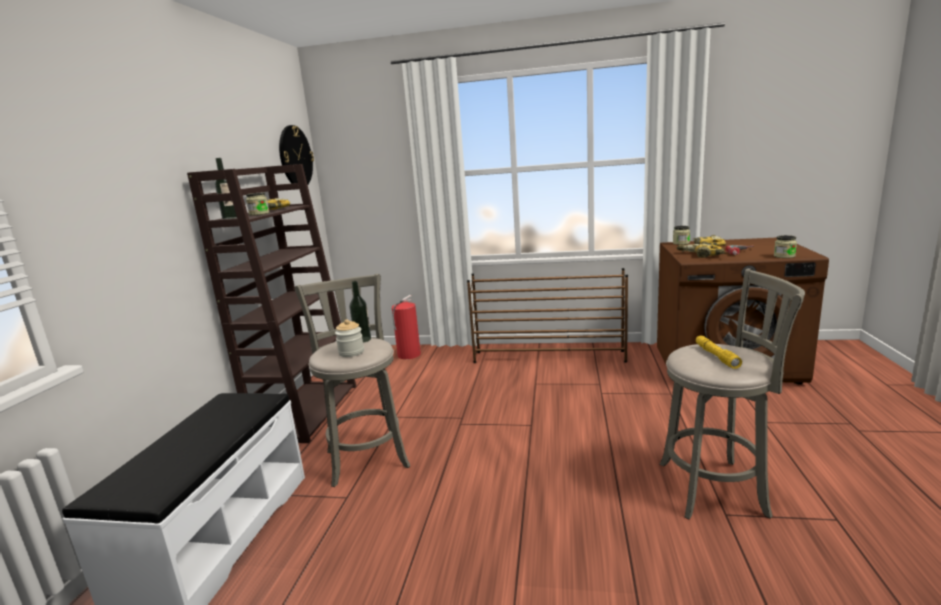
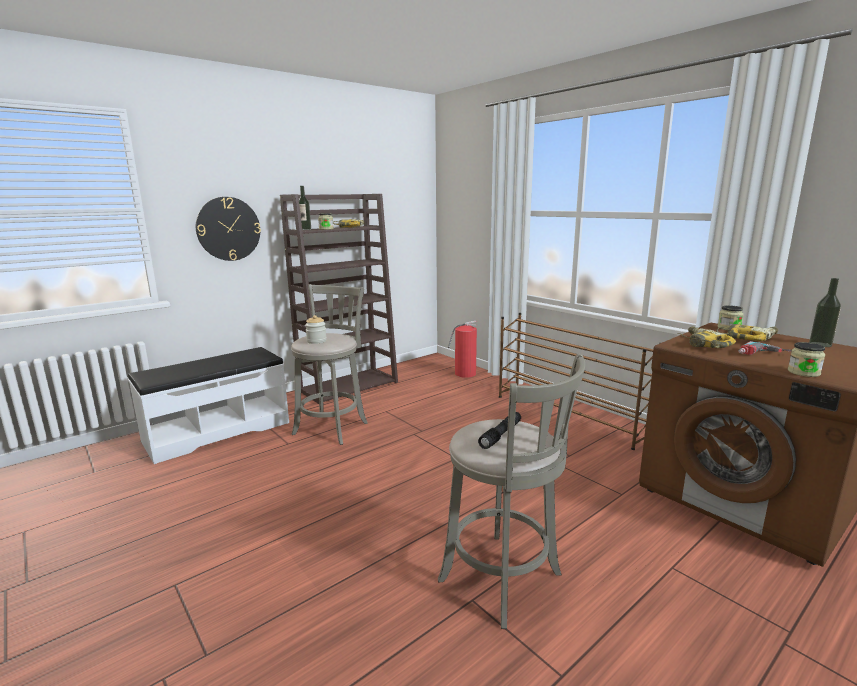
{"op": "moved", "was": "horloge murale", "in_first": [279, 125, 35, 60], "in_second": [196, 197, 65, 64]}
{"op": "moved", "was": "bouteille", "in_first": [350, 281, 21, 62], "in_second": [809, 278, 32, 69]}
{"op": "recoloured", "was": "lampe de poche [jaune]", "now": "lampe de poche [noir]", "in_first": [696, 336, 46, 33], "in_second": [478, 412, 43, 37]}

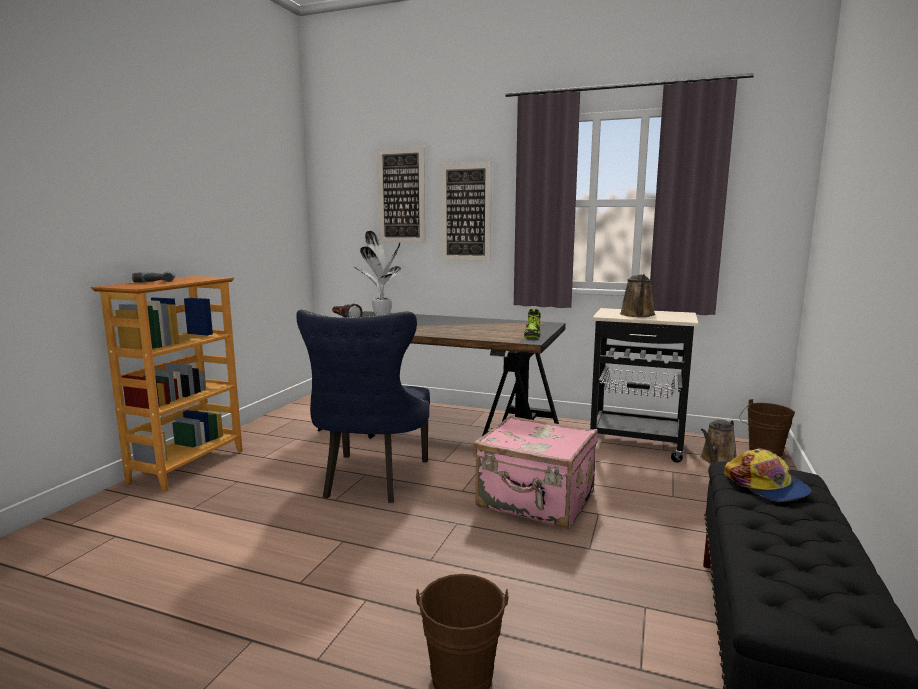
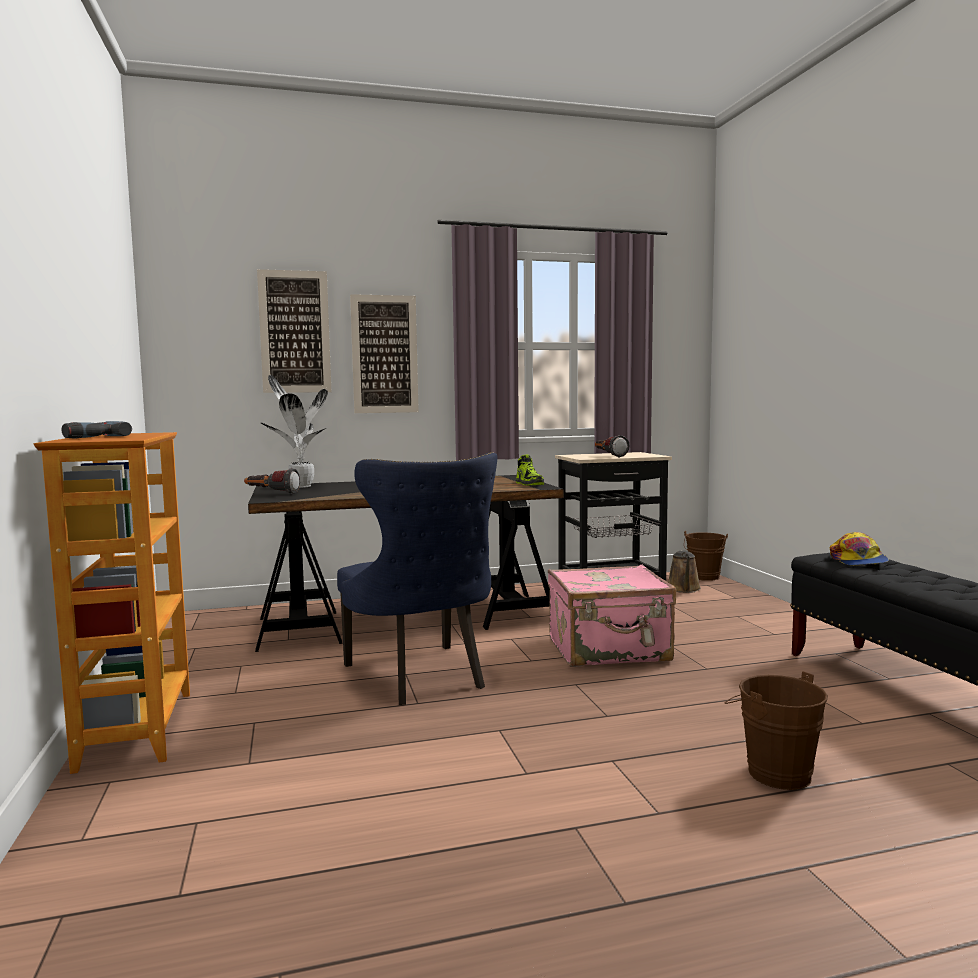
{"op": "replaced", "was": "arrosoir [marron]", "now": "lampe de poche", "in_first": [620, 274, 36, 43], "in_second": [595, 435, 34, 22]}
{"op": "turned", "was": "casquette", "in_first": [724, 449, 87, 53], "in_second": [829, 532, 60, 34], "clockwise": 60}

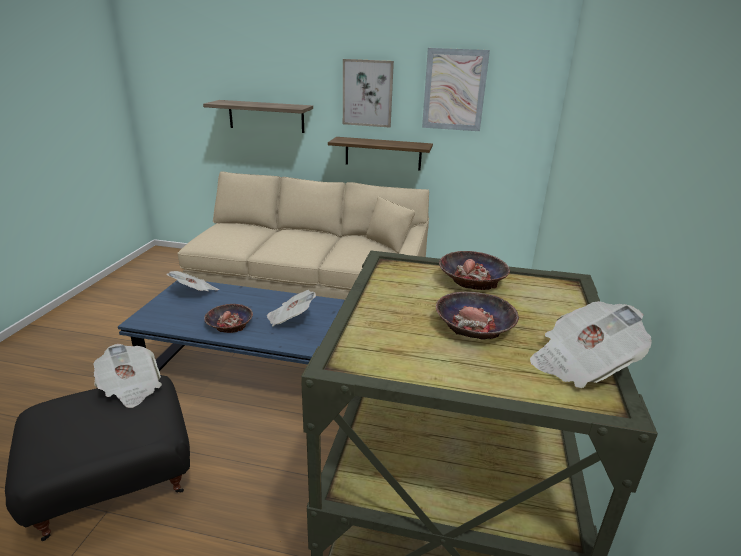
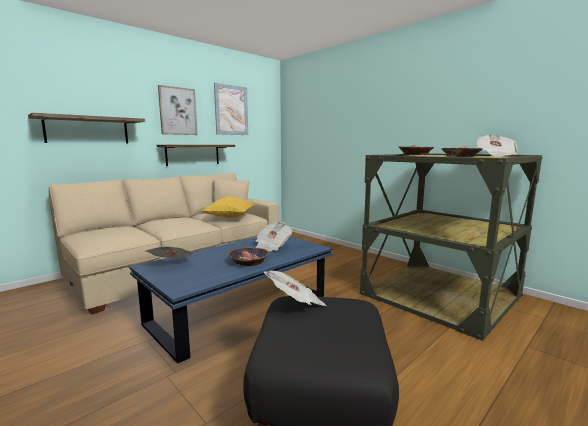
{"op": "added", "now": "coussin [jaune]", "in_second": [203, 197, 51, 21]}

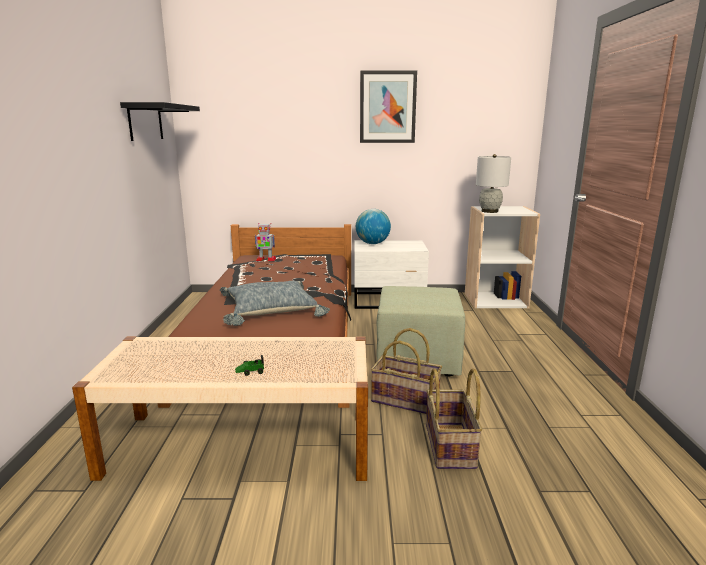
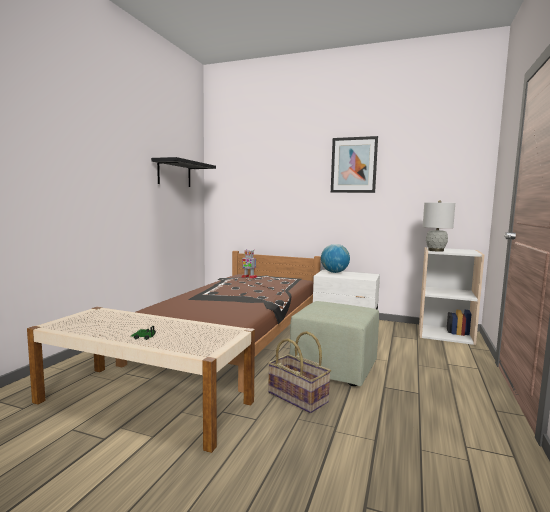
{"op": "removed", "was": "coussin", "in_first": [220, 281, 110, 45]}
{"op": "removed", "was": "panier", "in_first": [426, 368, 56, 101]}

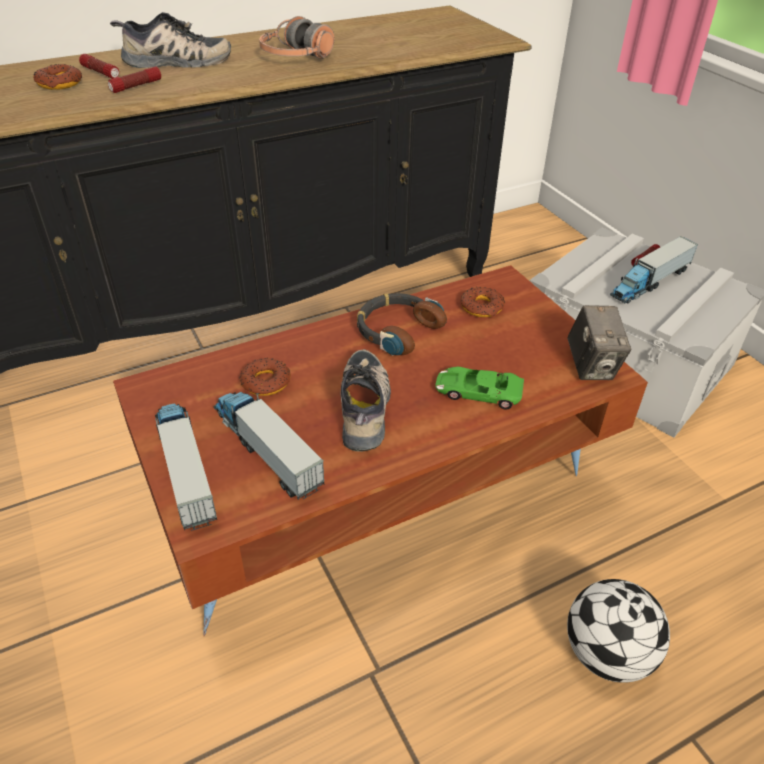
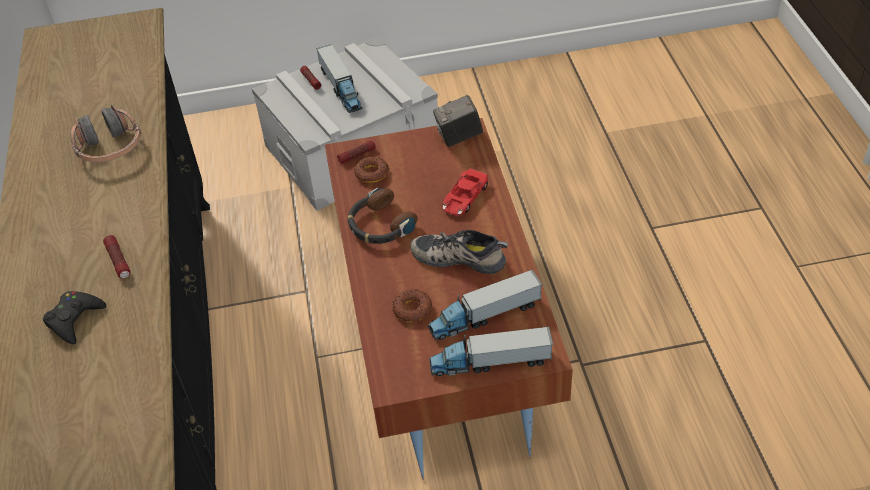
{"op": "removed", "was": "chaussure", "in_first": [110, 12, 121, 56]}
{"op": "moved", "was": "lampe de poche", "in_first": [79, 54, 40, 25], "in_second": [337, 140, 39, 24]}
{"op": "replaced", "was": "beignet", "now": "manette [noir]", "in_first": [33, 64, 49, 26], "in_second": [43, 291, 64, 53]}
{"op": "turned", "was": "appareil photo", "in_first": [567, 305, 64, 75], "in_second": [433, 95, 50, 52], "clockwise": 150}
{"op": "recoloured", "was": "petite voiture [vert]", "now": "petite voiture [rouge]", "in_first": [435, 367, 89, 43], "in_second": [443, 168, 45, 48]}
{"op": "removed", "was": "ballon de foot", "in_first": [567, 579, 103, 104]}

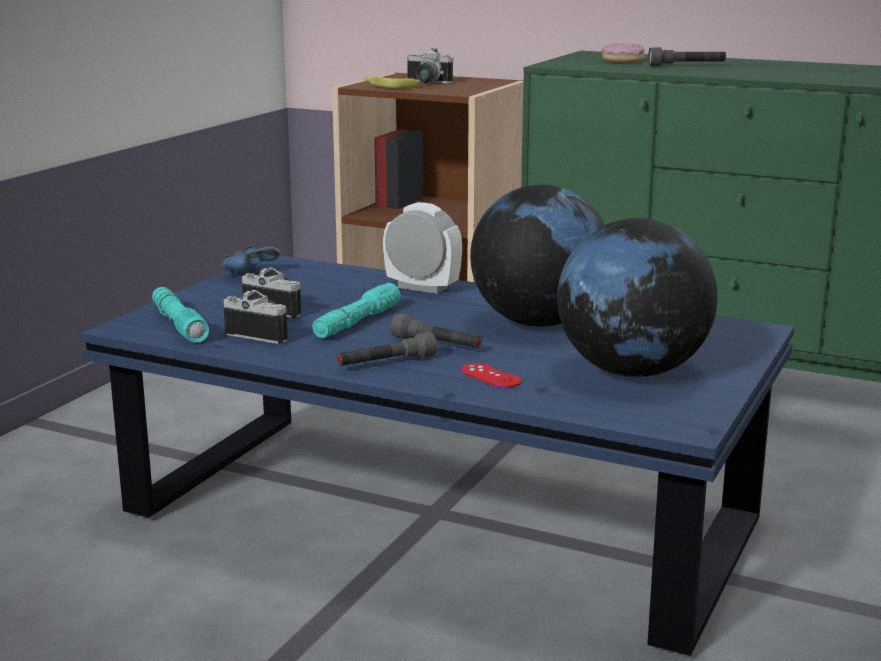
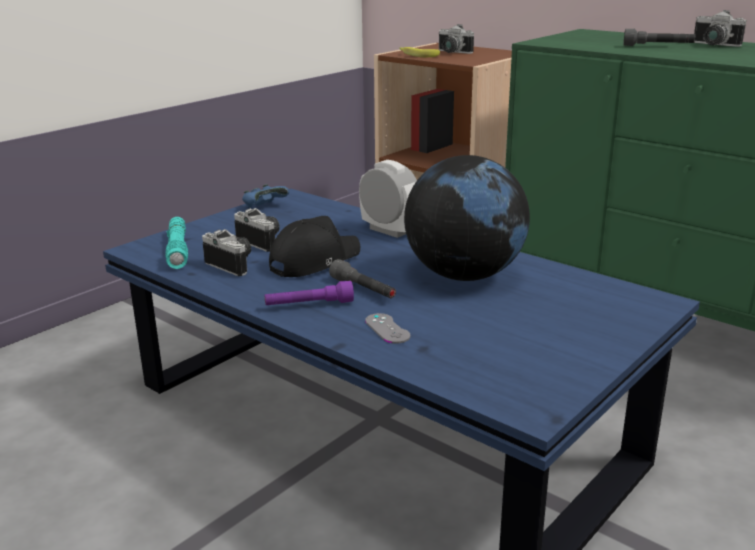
{"op": "removed", "was": "beignet", "in_first": [602, 43, 43, 20]}
{"op": "removed", "was": "globe", "in_first": [557, 218, 161, 159]}
{"op": "replaced", "was": "lampe de poche [turquoise]", "now": "casquette [noir]", "in_first": [312, 283, 88, 55], "in_second": [269, 216, 91, 61]}
{"op": "recoloured", "was": "lampe de poche [gris]", "now": "lampe de poche [violet]", "in_first": [337, 332, 100, 34], "in_second": [265, 281, 89, 24]}
{"op": "recoloured", "was": "manette [rouge]", "now": "manette [gris]", "in_first": [461, 363, 60, 25], "in_second": [365, 313, 45, 31]}
{"op": "added", "now": "appareil photo", "in_second": [694, 10, 52, 37]}

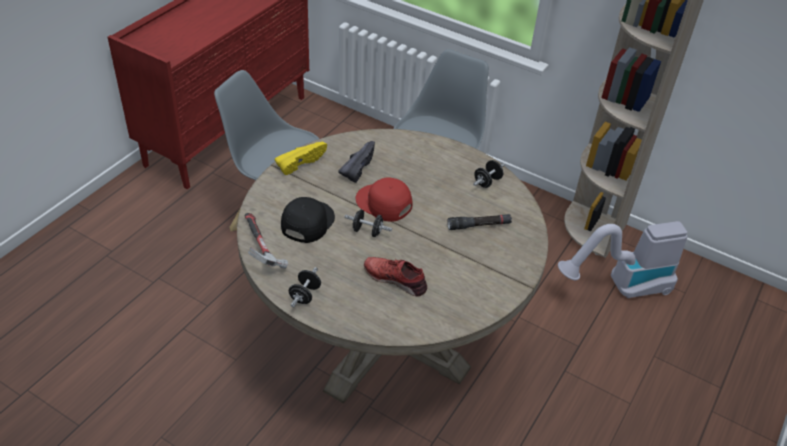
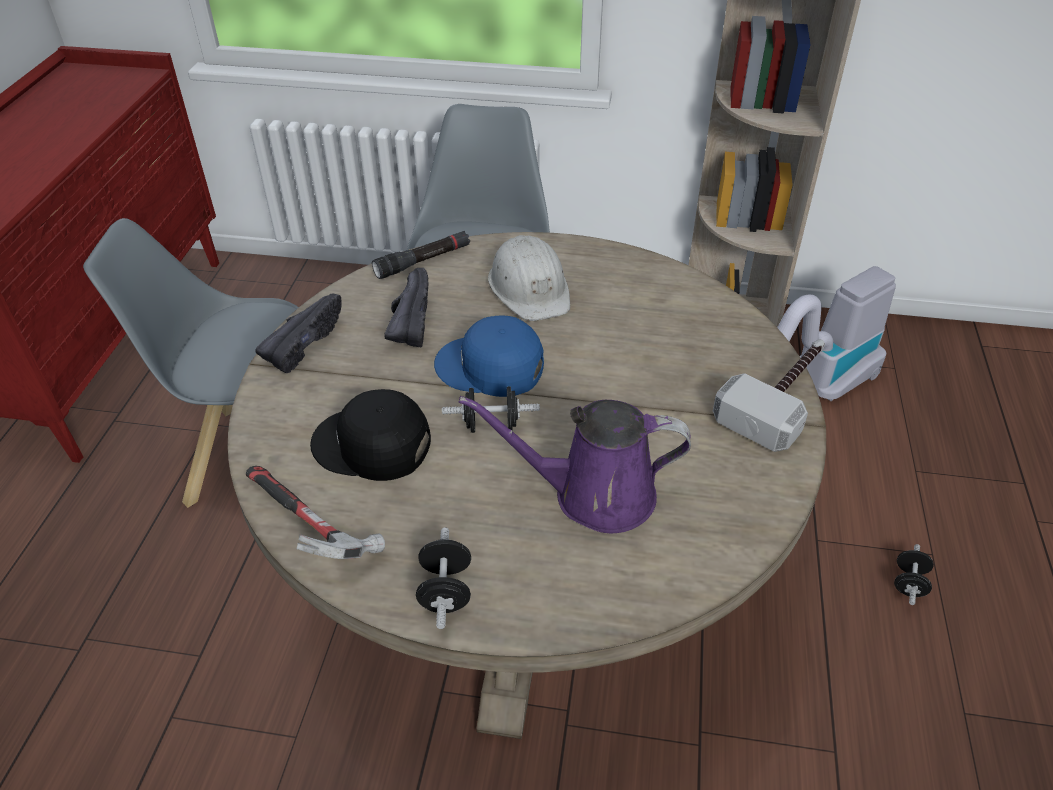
{"op": "recoloured", "was": "chaussure [jaune]", "now": "chaussure [noir]", "in_first": [275, 142, 52, 33], "in_second": [255, 294, 87, 79]}
{"op": "moved", "was": "haltère [noir]", "in_first": [473, 160, 32, 28], "in_second": [894, 544, 40, 61]}
{"op": "recoloured", "was": "casquette [rouge]", "now": "casquette [bleu]", "in_first": [356, 177, 56, 45], "in_second": [434, 316, 110, 81]}
{"op": "turned", "was": "casquette [noir]", "in_first": [281, 197, 54, 46], "in_second": [310, 389, 121, 92], "clockwise": -75}
{"op": "moved", "was": "lampe de poche [noir]", "in_first": [447, 214, 65, 16], "in_second": [372, 231, 98, 48]}
{"op": "replaced", "was": "chaussure [rouge]", "now": "arrosoir [violet]", "in_first": [364, 257, 63, 39], "in_second": [459, 396, 232, 137]}
{"op": "added", "now": "casque de chantier [blanc]", "in_second": [488, 235, 82, 86]}
{"op": "added", "now": "marteau", "in_second": [713, 339, 112, 113]}

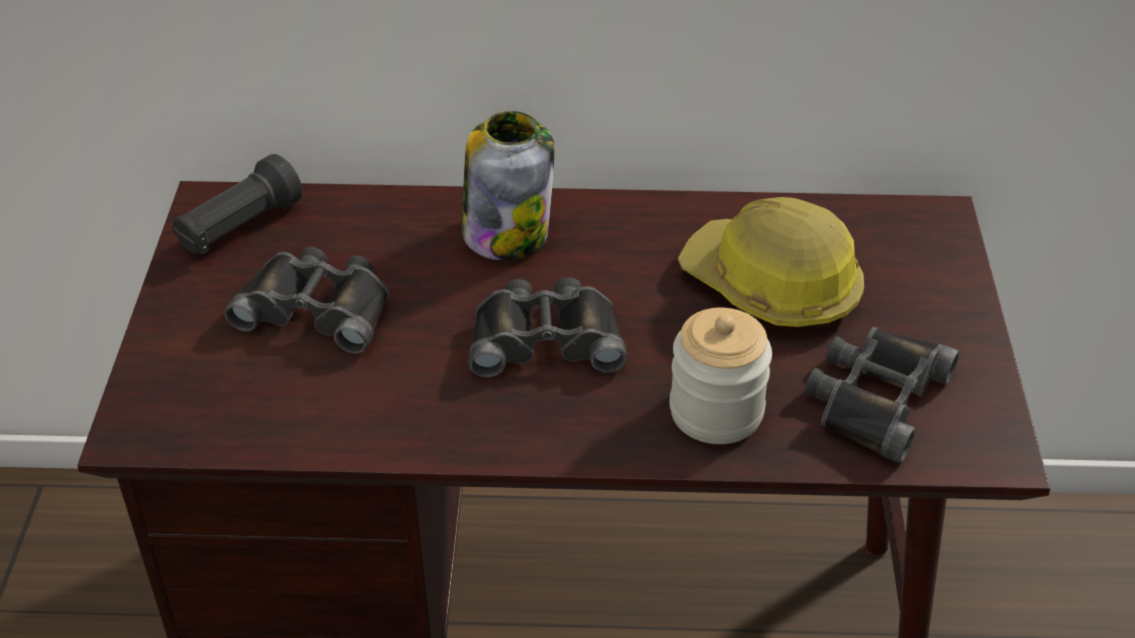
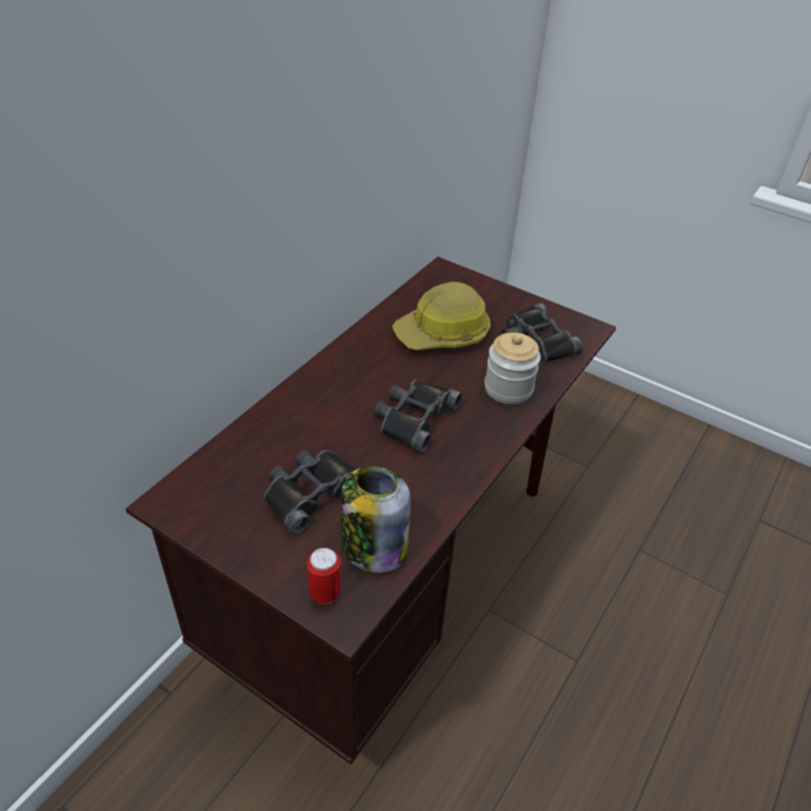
{"op": "moved", "was": "bocal", "in_first": [462, 111, 92, 149], "in_second": [341, 466, 70, 107]}
{"op": "removed", "was": "lampe de poche [noir]", "in_first": [172, 154, 130, 100]}
{"op": "added", "now": "boîte métallique", "in_second": [307, 547, 34, 57]}

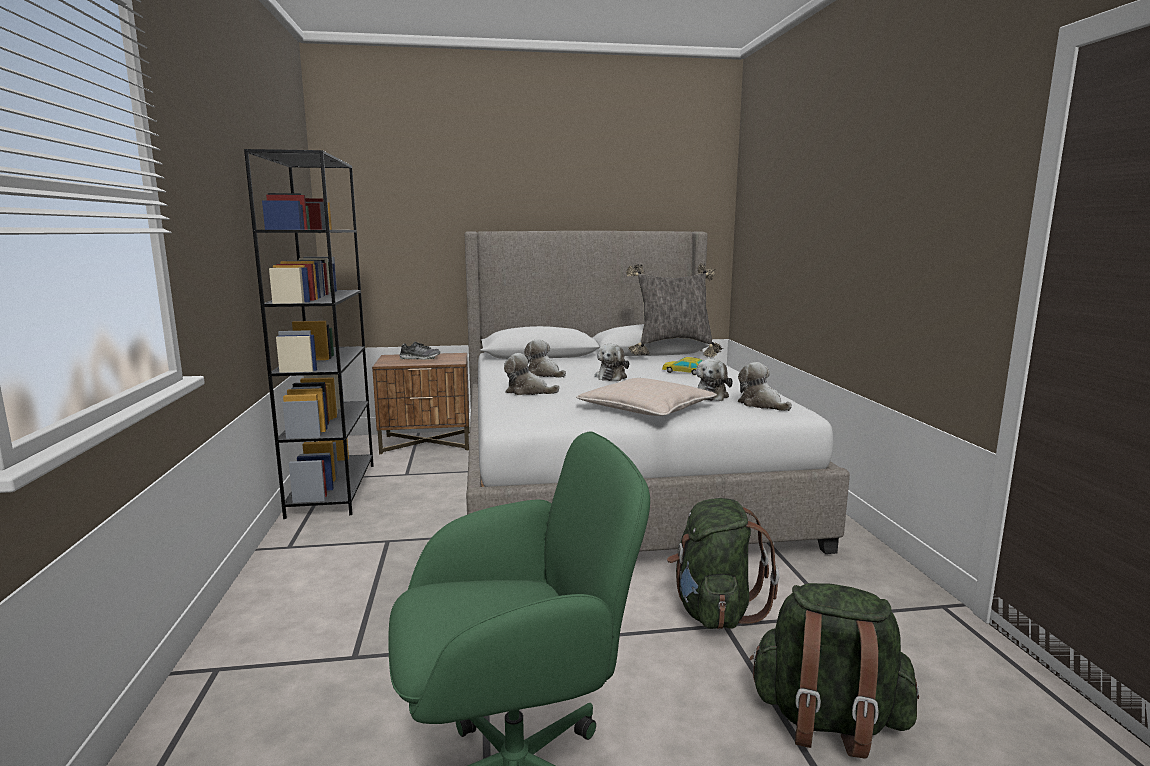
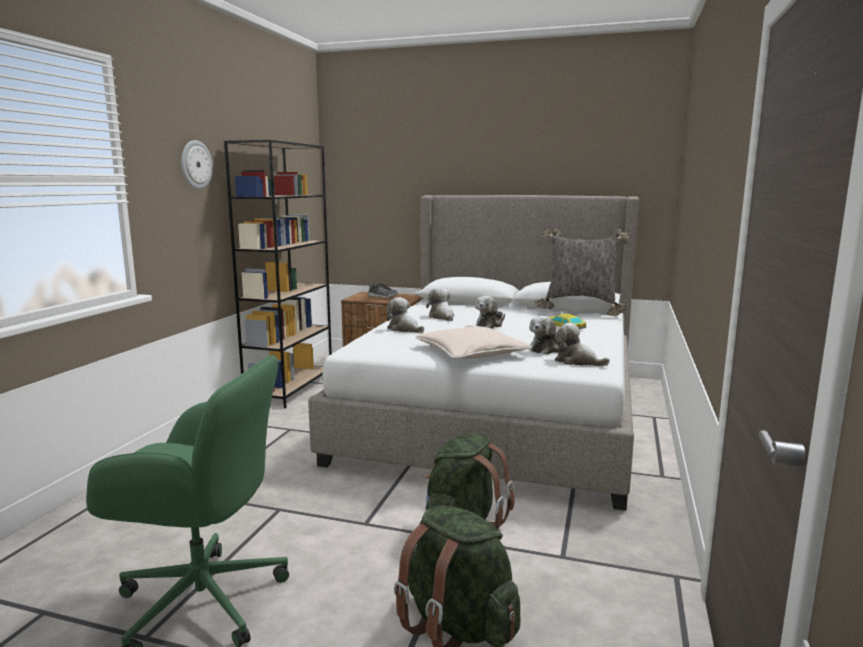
{"op": "recoloured", "was": "bibliothèque [noir]", "now": "bibliothèque [beige]", "in_first": [244, 149, 130, 370], "in_second": [224, 140, 108, 268]}
{"op": "turned", "was": "peluche", "in_first": [738, 362, 54, 49], "in_second": [554, 323, 56, 43], "clockwise": -45}
{"op": "added", "now": "horloge murale", "in_second": [181, 140, 32, 49]}

